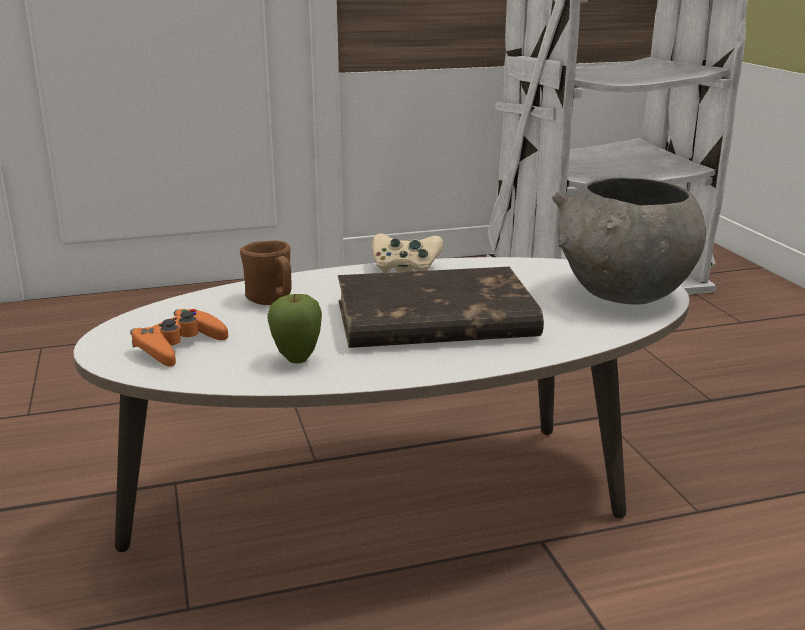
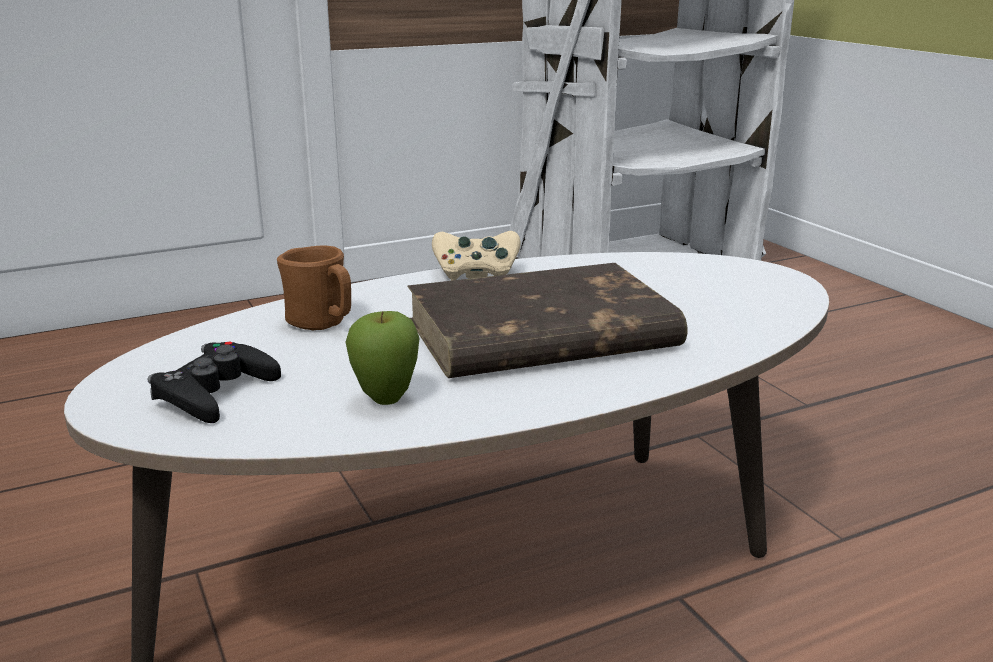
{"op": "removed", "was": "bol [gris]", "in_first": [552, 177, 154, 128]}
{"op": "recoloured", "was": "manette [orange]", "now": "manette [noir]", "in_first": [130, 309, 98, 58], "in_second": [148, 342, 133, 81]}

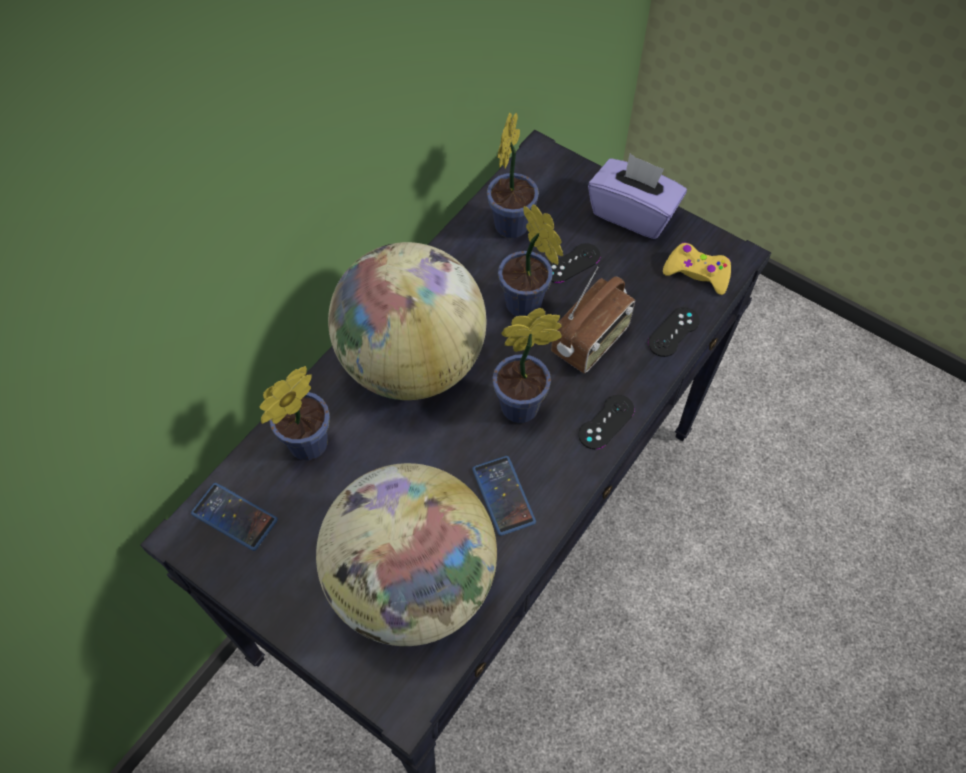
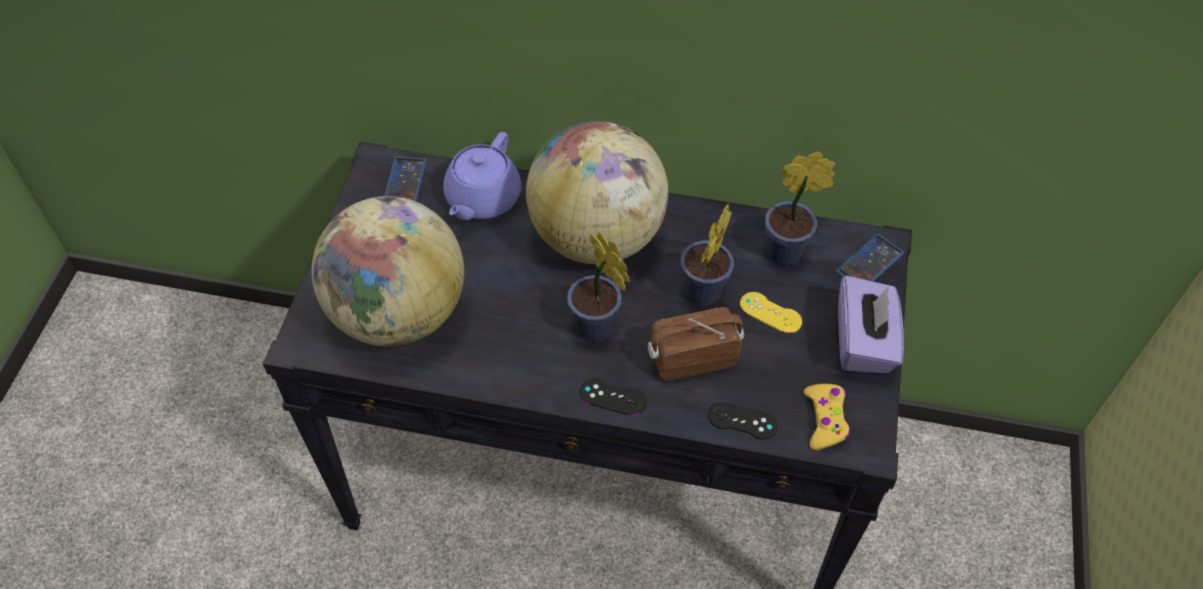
{"op": "recoloured", "was": "manette [noir]", "now": "manette [jaune]", "in_first": [548, 243, 53, 40], "in_second": [740, 292, 62, 42]}
{"op": "turned", "was": "radio", "in_first": [551, 267, 84, 106], "in_second": [648, 307, 96, 74], "clockwise": 150}
{"op": "replaced", "was": "plante en pot", "now": "théière [violet]", "in_first": [259, 366, 71, 94], "in_second": [443, 132, 78, 88]}
{"op": "moved", "was": "téléphone", "in_first": [472, 456, 64, 80], "in_second": [836, 234, 68, 48]}

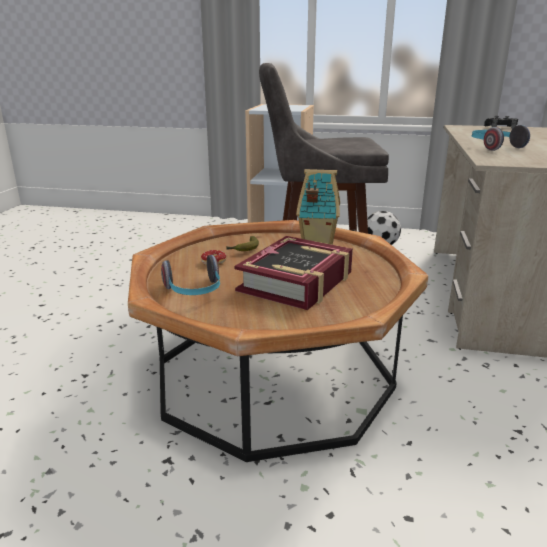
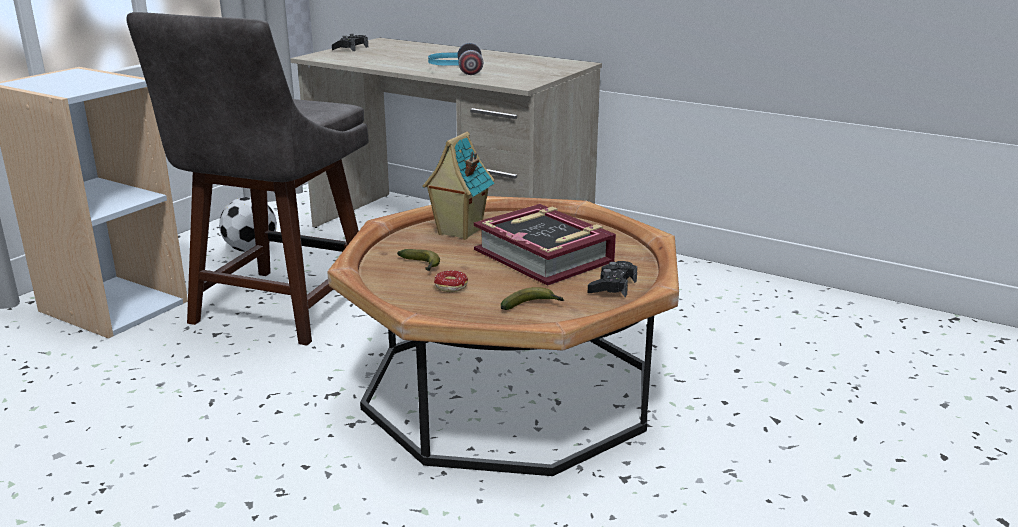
{"op": "replaced", "was": "casque audio", "now": "banane", "in_first": [161, 255, 59, 40], "in_second": [501, 287, 63, 23]}
{"op": "added", "now": "manette [noir]", "in_second": [588, 261, 49, 36]}

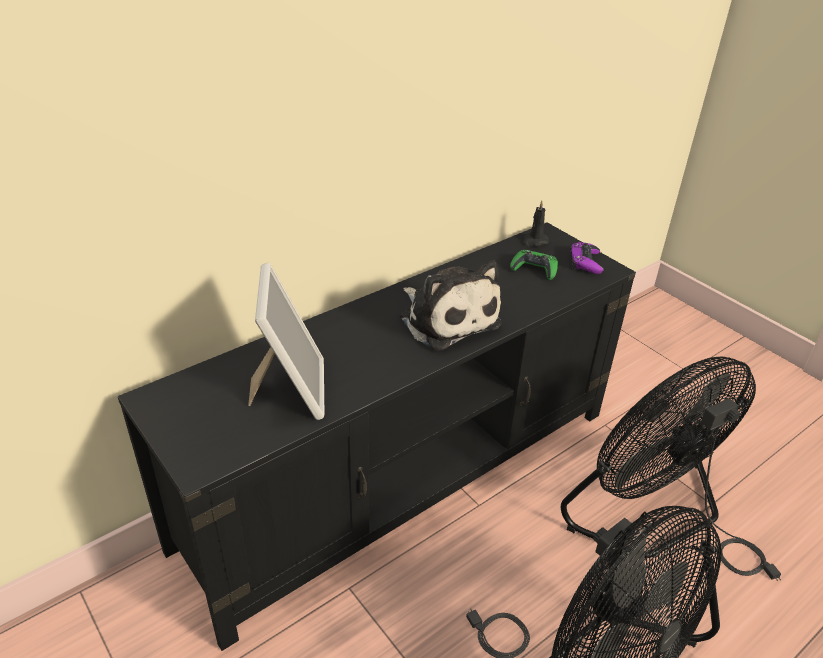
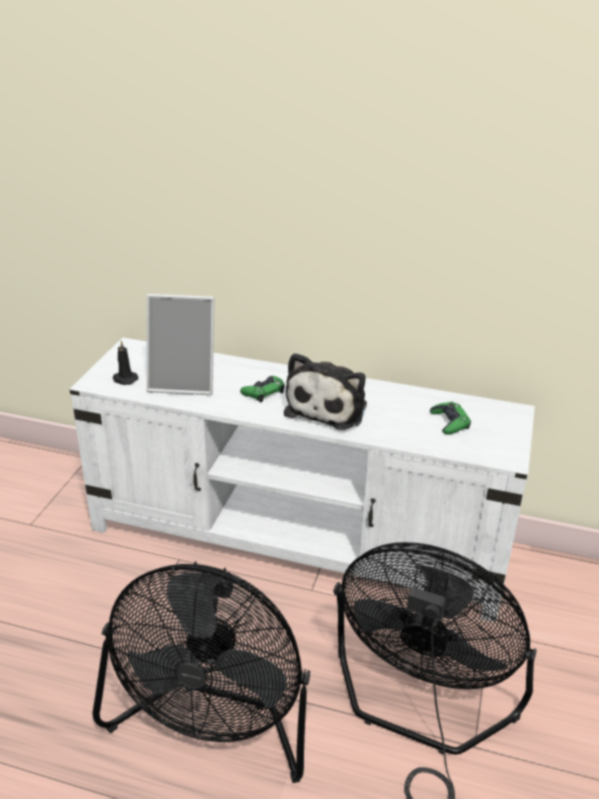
{"op": "moved", "was": "bougie [noir]", "in_first": [522, 200, 27, 47], "in_second": [113, 340, 25, 45]}
{"op": "recoloured", "was": "meuble télé [noir]", "now": "meuble télé [blanc]", "in_first": [118, 222, 518, 429], "in_second": [70, 337, 465, 285]}
{"op": "removed", "was": "manette [violet]", "in_first": [571, 242, 32, 32]}
{"op": "turned", "was": "cadre photo", "in_first": [248, 263, 76, 157], "in_second": [147, 294, 67, 101], "clockwise": 45}
{"op": "added", "now": "manette [vert]", "in_second": [240, 376, 45, 26]}

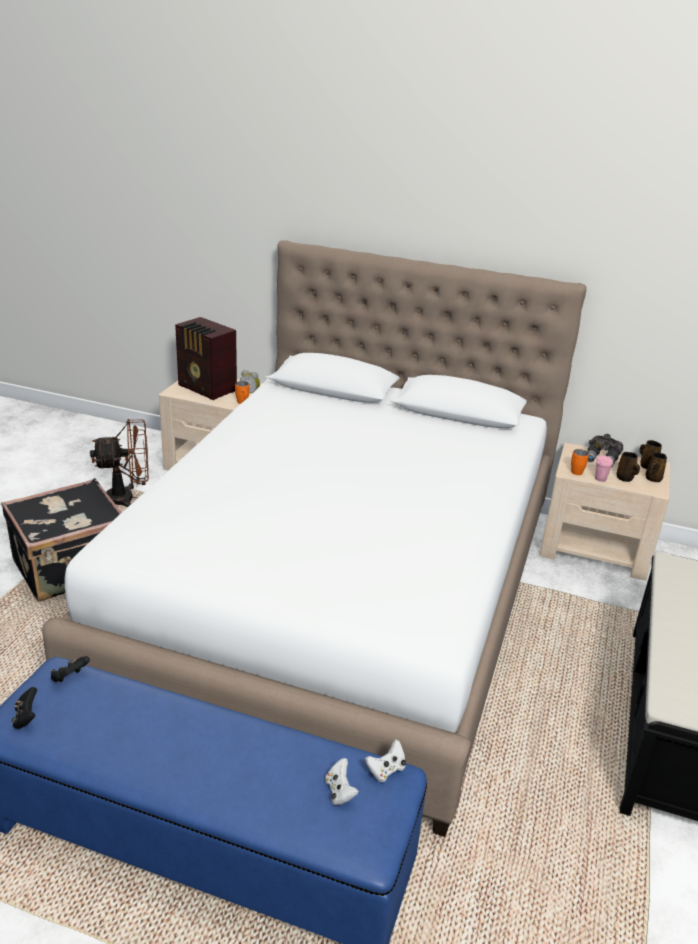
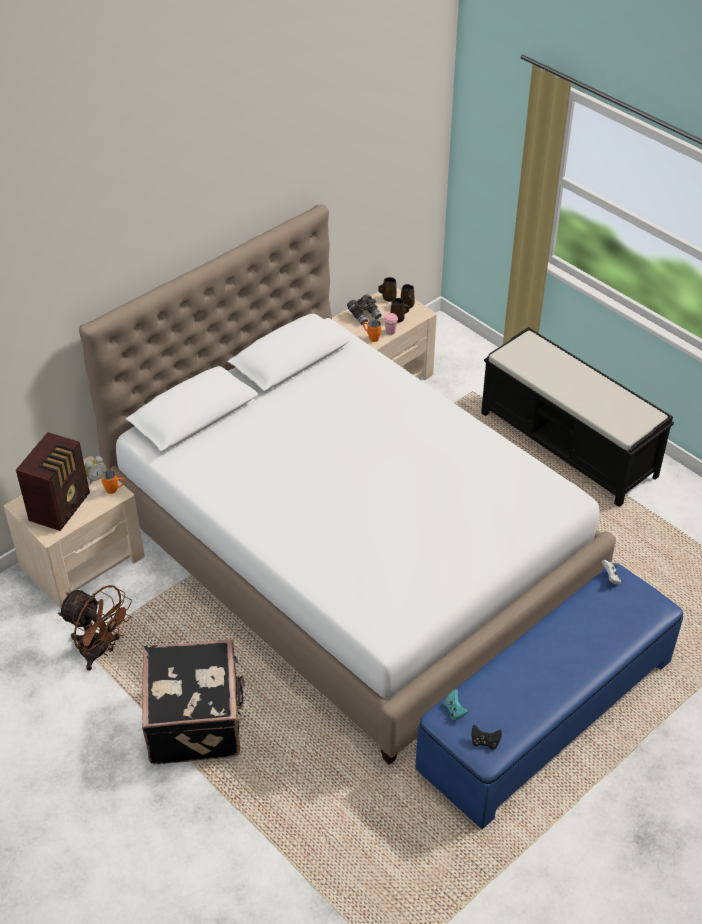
{"op": "turned", "was": "radio", "in_first": [175, 317, 62, 83], "in_second": [16, 432, 74, 99], "clockwise": -45}
{"op": "turned", "was": "ventilateur [marron]", "in_first": [90, 419, 59, 88], "in_second": [58, 585, 74, 86], "clockwise": 105}
{"op": "recoloured", "was": "manette [noir]", "now": "manette [turquoise]", "in_first": [51, 656, 39, 26], "in_second": [444, 689, 25, 32]}
{"op": "removed", "was": "manette [blanc]", "in_first": [325, 758, 34, 47]}

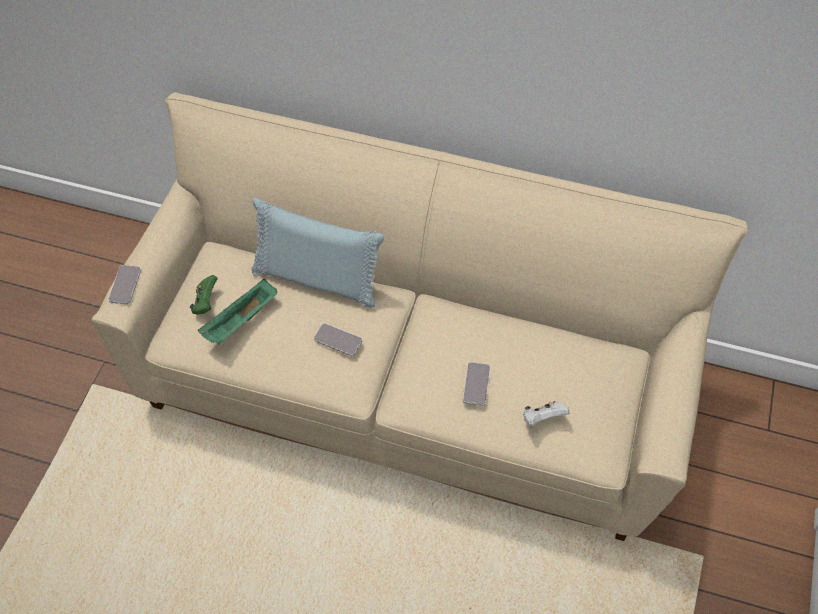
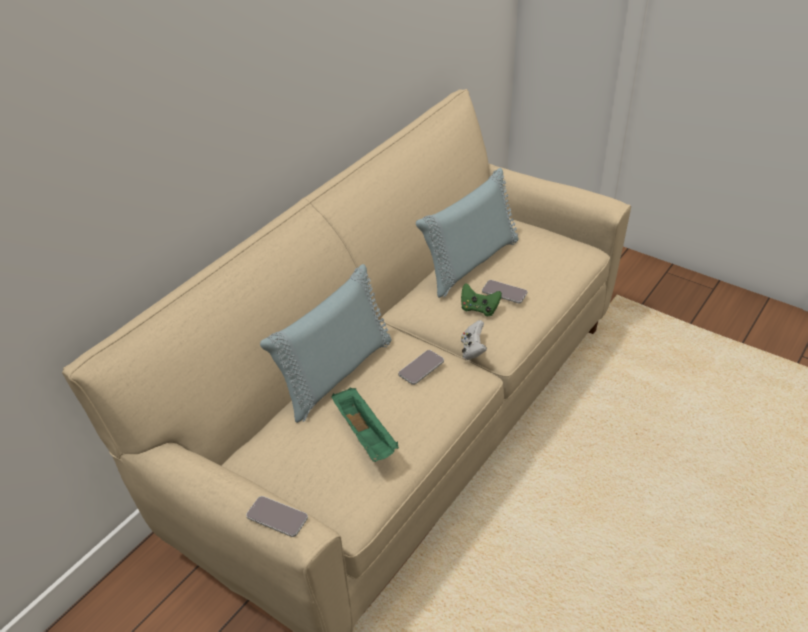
{"op": "moved", "was": "manette [vert]", "in_first": [190, 275, 28, 40], "in_second": [461, 283, 41, 33]}
{"op": "moved", "was": "manette [blanc]", "in_first": [523, 401, 47, 25], "in_second": [461, 320, 26, 40]}
{"op": "added", "now": "coussin [bleu]", "in_second": [416, 168, 102, 130]}

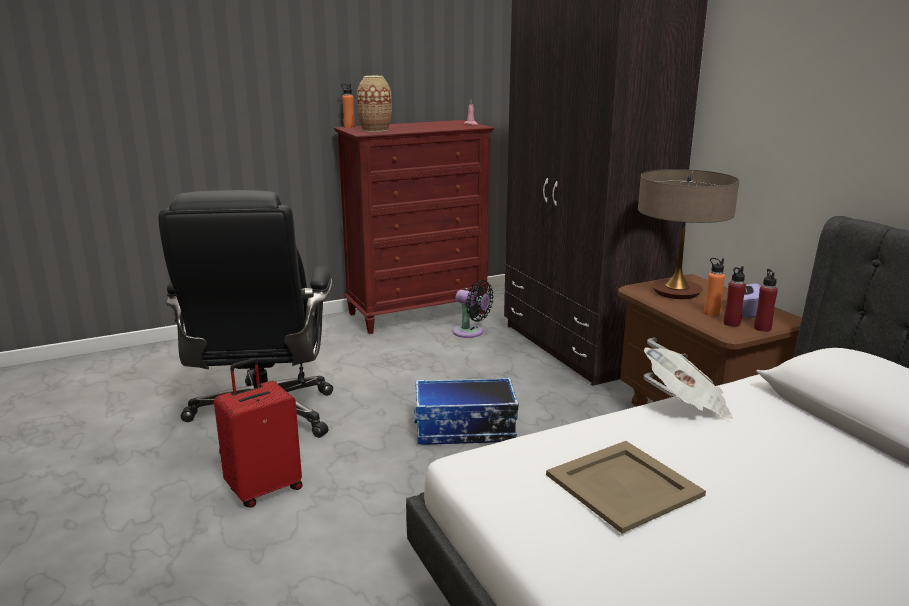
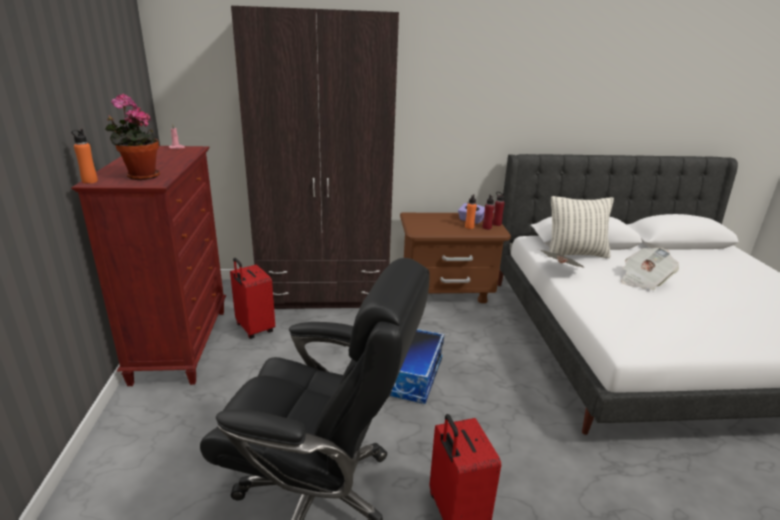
{"op": "replaced", "was": "vase", "now": "plante en pot", "in_first": [357, 76, 35, 56], "in_second": [105, 94, 55, 86]}
{"op": "removed", "was": "lampe de table", "in_first": [638, 169, 101, 130]}
{"op": "replaced", "was": "ventilateur [noir]", "now": "valise [rouge]", "in_first": [453, 280, 41, 58], "in_second": [230, 258, 45, 81]}
{"op": "removed", "was": "plateau [beige]", "in_first": [546, 441, 160, 92]}
{"op": "added", "now": "coussin", "in_second": [547, 196, 67, 62]}
{"op": "added", "now": "journal", "in_second": [621, 248, 58, 42]}

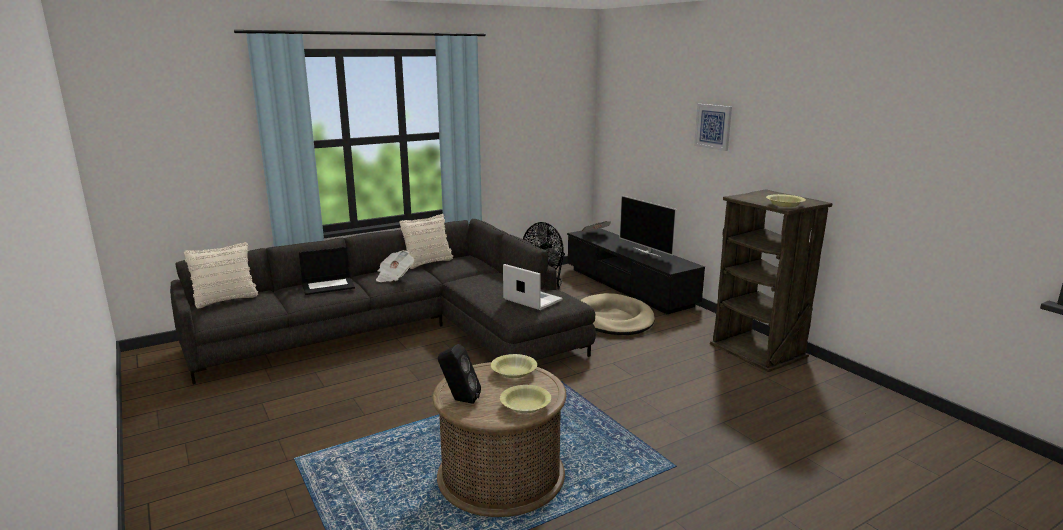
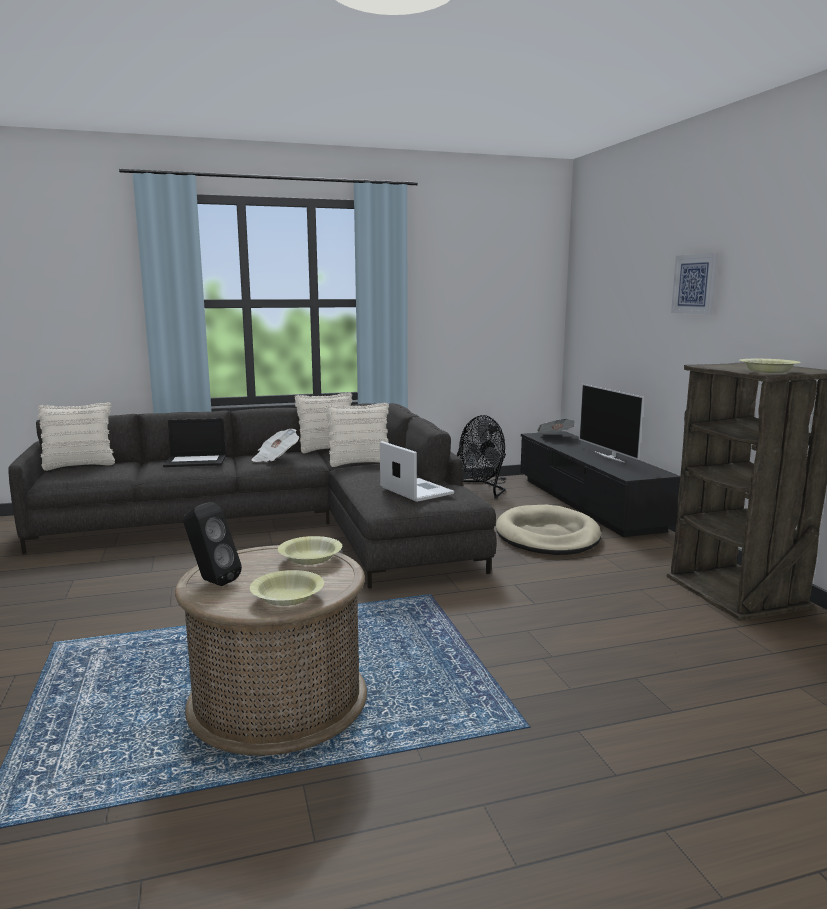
{"op": "added", "now": "coussin [beige]", "in_second": [326, 403, 63, 64]}

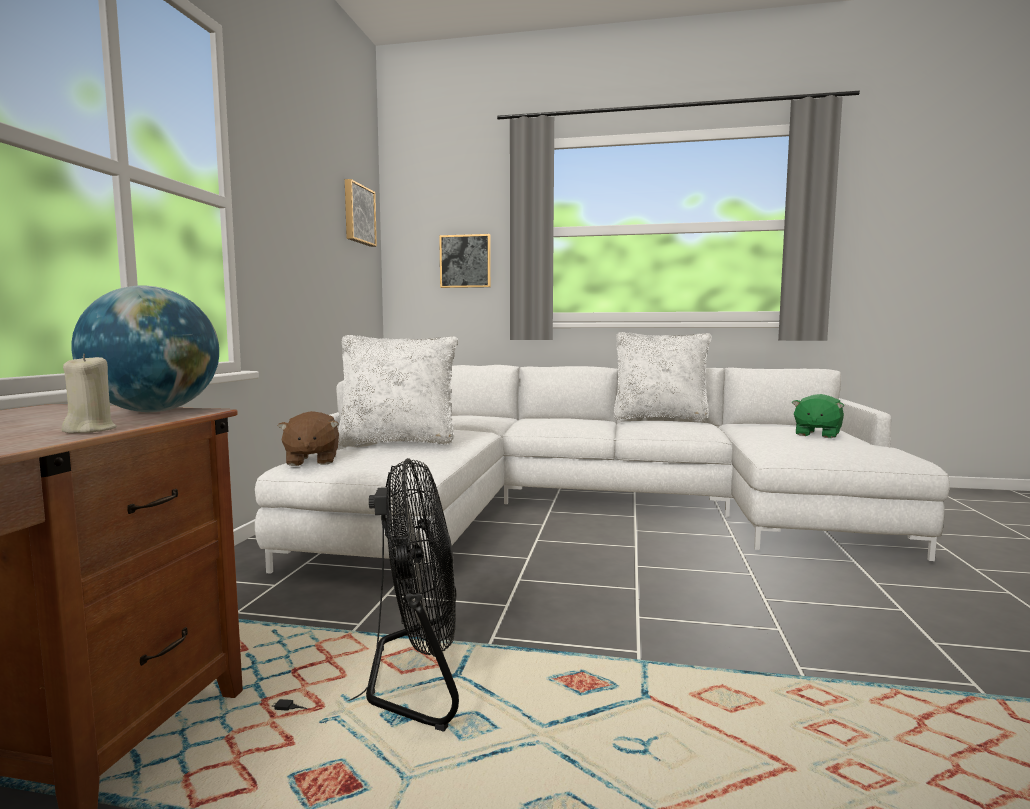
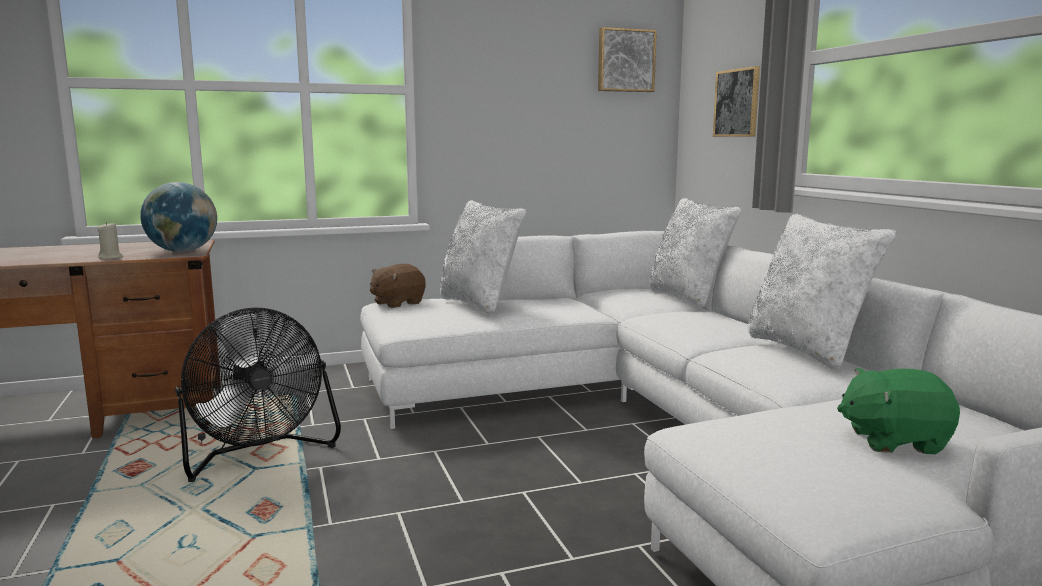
{"op": "added", "now": "coussin [blanc]", "in_second": [649, 198, 93, 110]}

